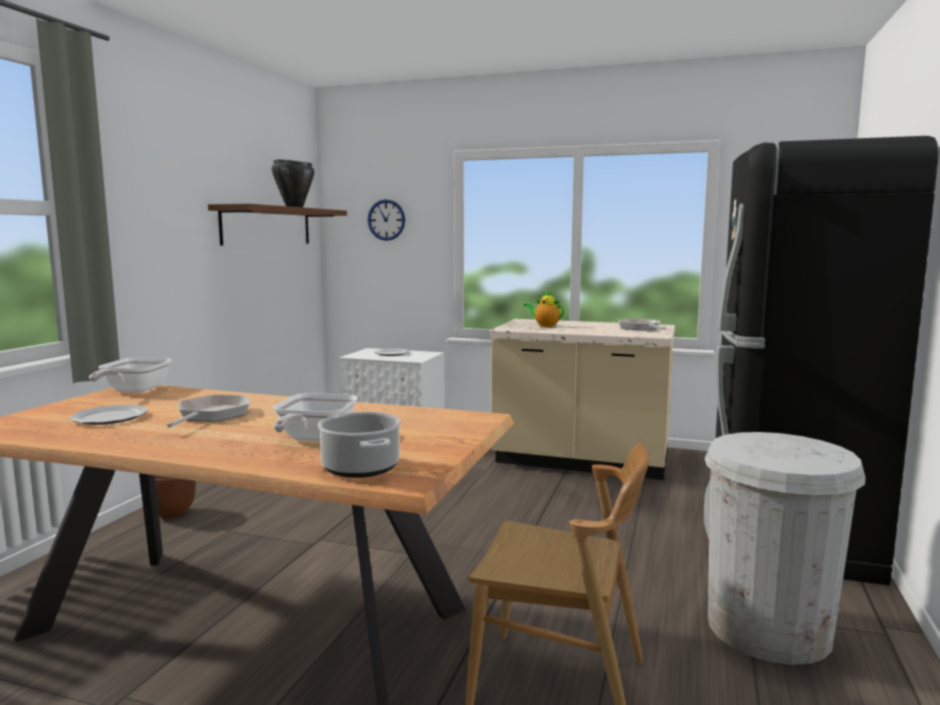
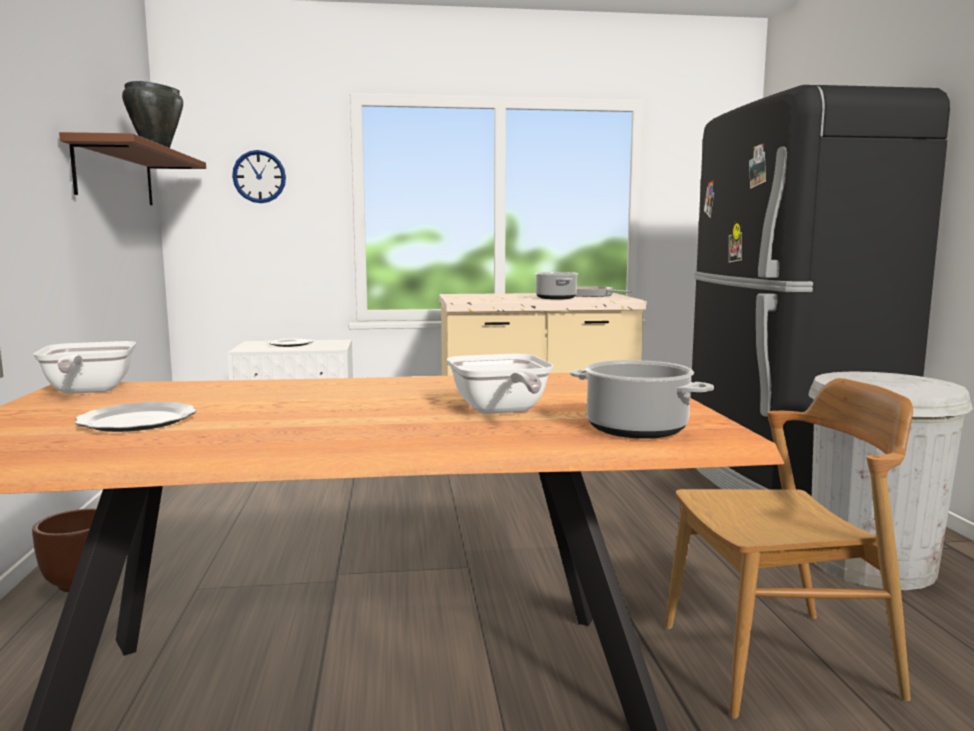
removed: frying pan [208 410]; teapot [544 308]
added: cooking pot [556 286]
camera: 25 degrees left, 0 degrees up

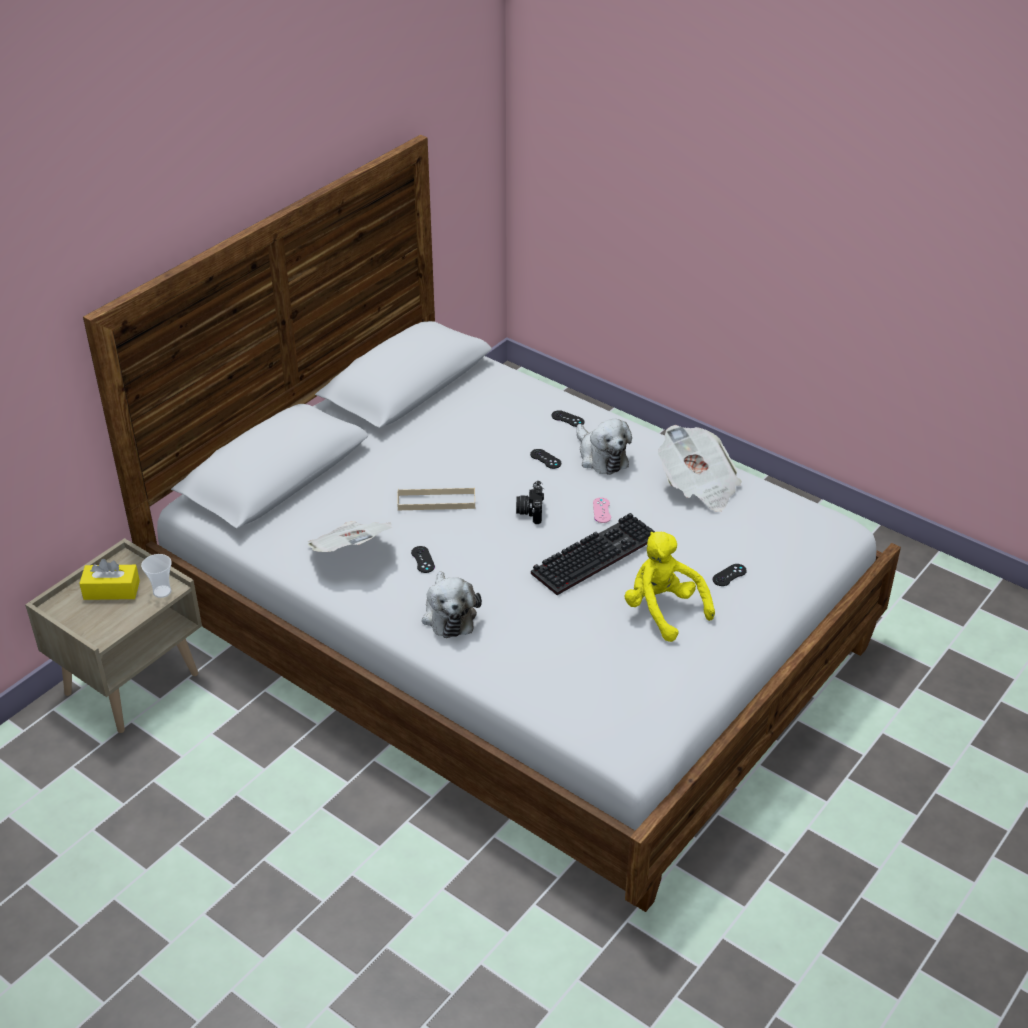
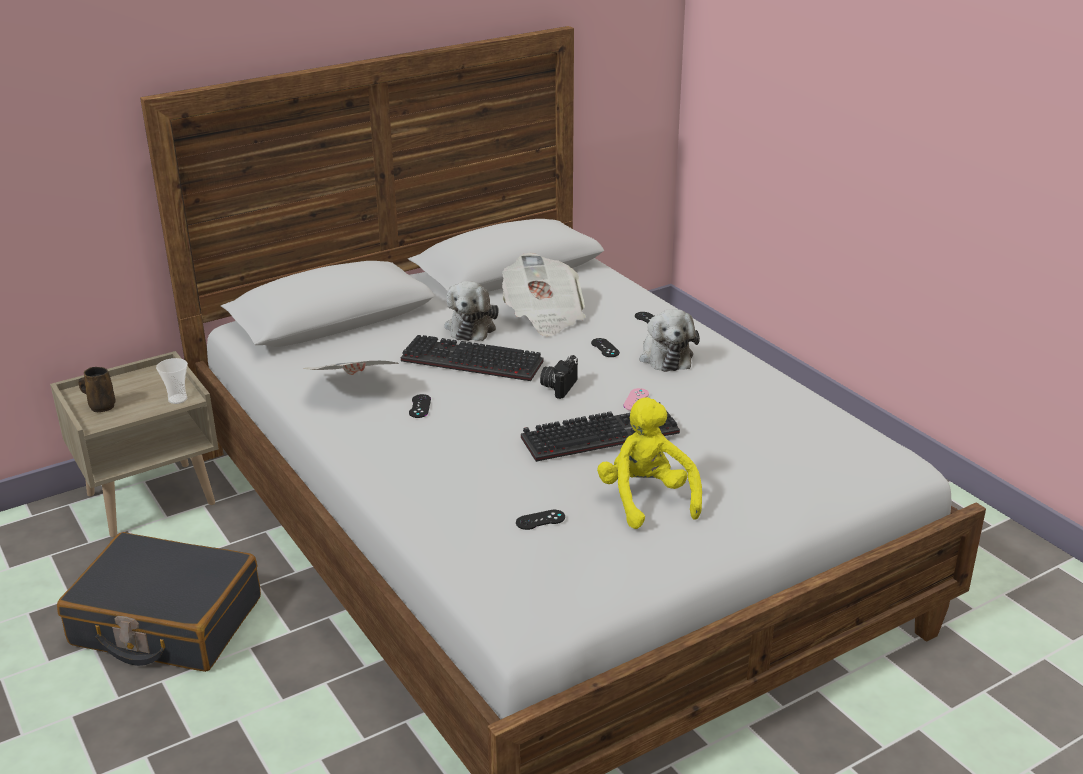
removed: tissue box (yellow) [109 579]
added: suitcase (black) [159 602]; mug (brown) [96 389]
moved: plush toy [452 604] to [471 311]; newspaper [700 468] to [543 295]; game controller (black) [729 575] to [540 520]
replaced: tray (beige) [436 498] to keyboard [472 358]
camera: 20 degrees right, 10 degrees down

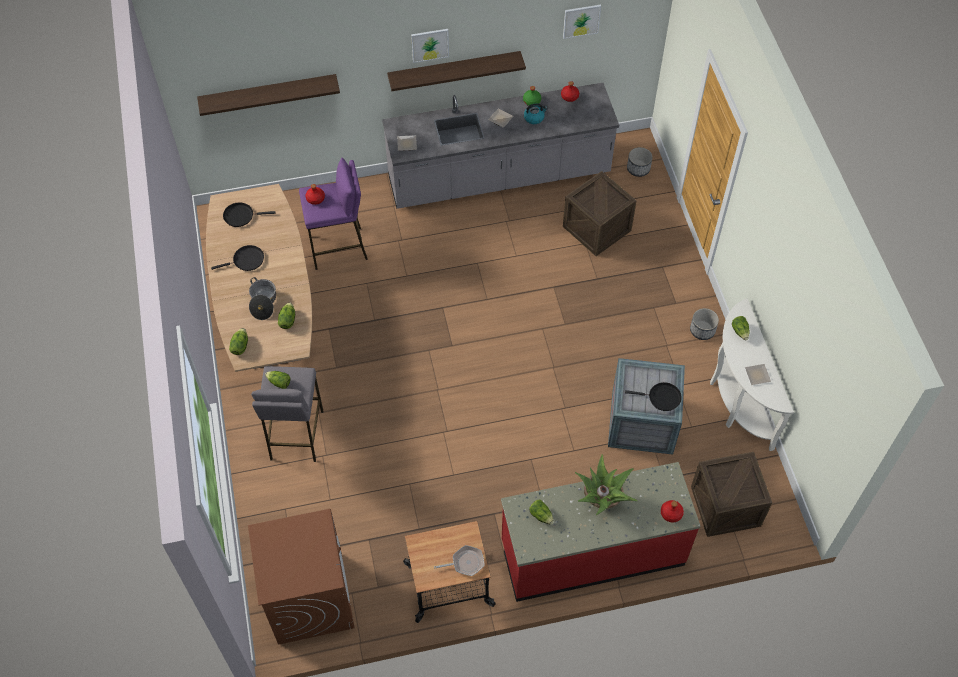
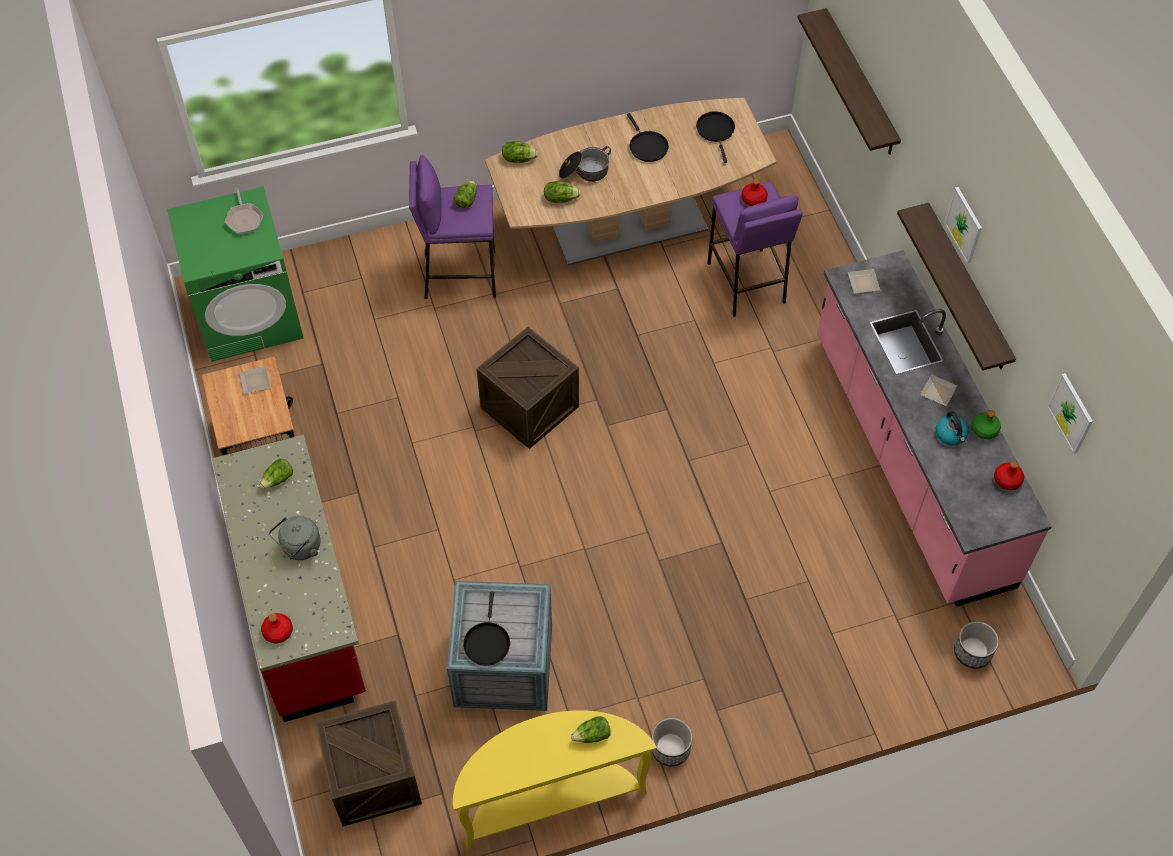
moved: frying pan [459 560] to [244 211]; plate [757 374] to [255 380]; crate [600 213] to [527 388]
replaced: potted plant [606 484] to kettle (grey) [295 538]
recoloured: washing machine (brown) [301 577] to washing machine (green) [235 274]; stool (grey) [287 414] to stool (purple) [452 227]; console table (white) [752 375] to console table (yellow) [555 779]; counter (grey) [500 146] to counter (pink) [934 428]
camera: 85 degrees right, 0 degrees up

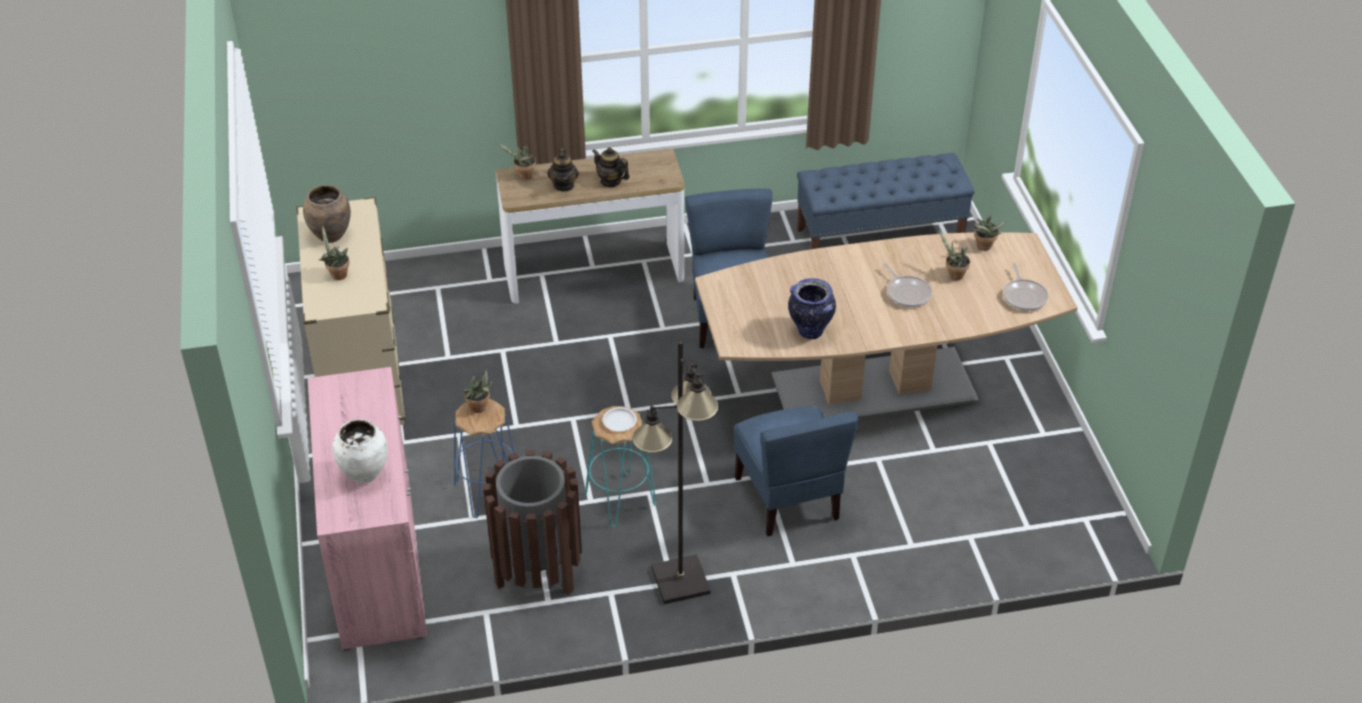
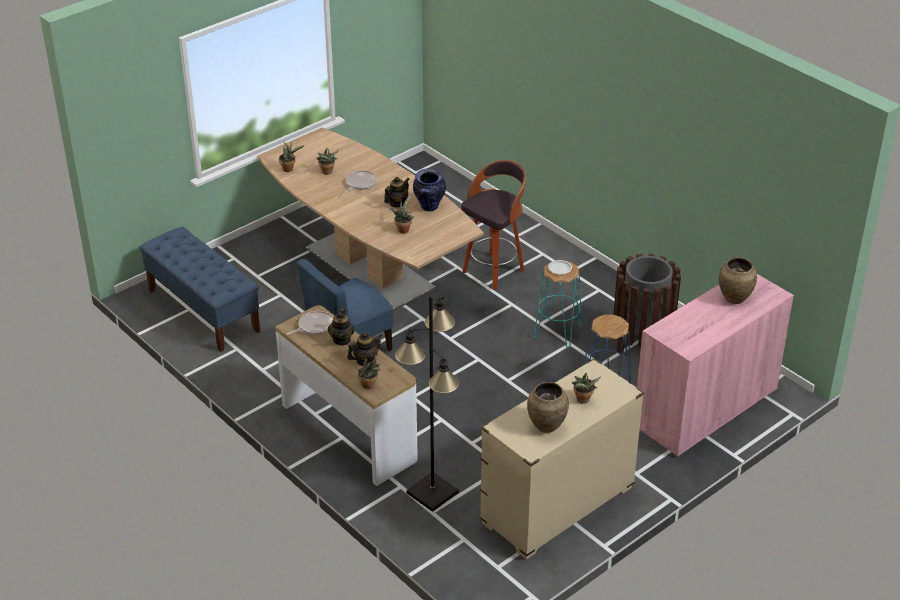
added: teapot [396 192]
moved: frying pan [1026 287] to [309 323]; potted plant [478 391] to [402 214]; floor lamp (black) [676 472] to [427 403]
replaced: chair (blue) [796 471] to stool [493 225]
recoloured: vase (white) [360 451] to vase (brown) [738 280]
camera: 120 degrees left, 5 degrees down

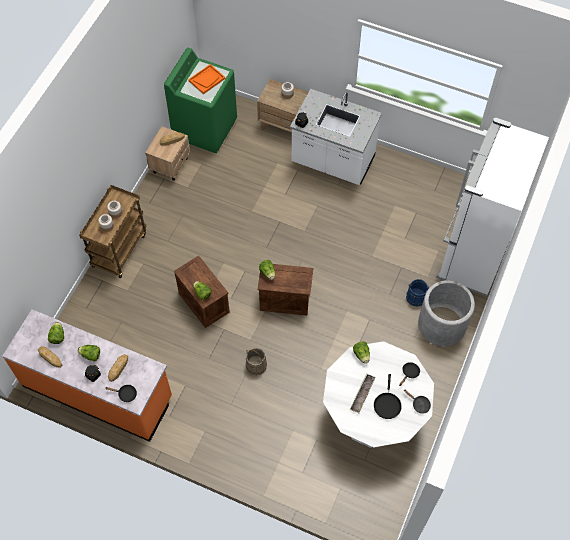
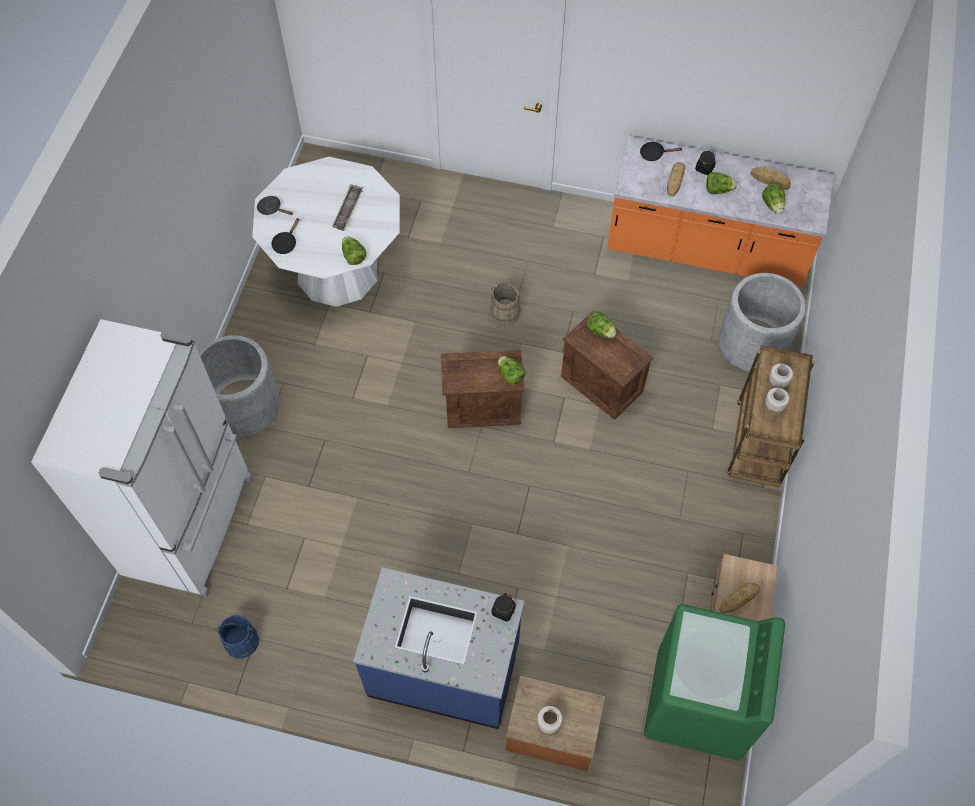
removed: tray (orange) [206 79]; frying pan (black) [388 396]
added: planter (grey) [762 322]
moved: bucket (blue) [418 292] to [237 636]
recoloured: counter (white) [336 137] to counter (blue) [438 648]
camera: 170 degrees right, 0 degrees up

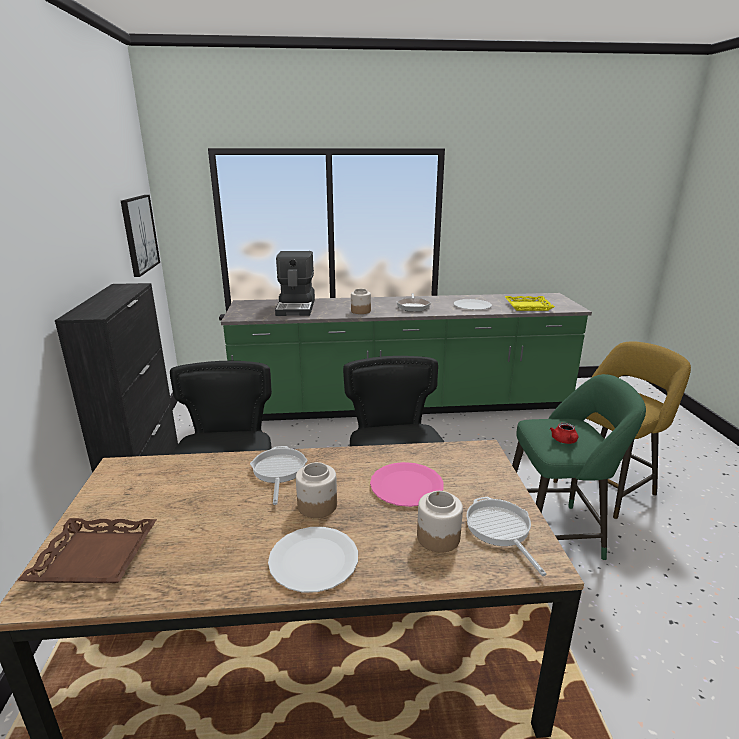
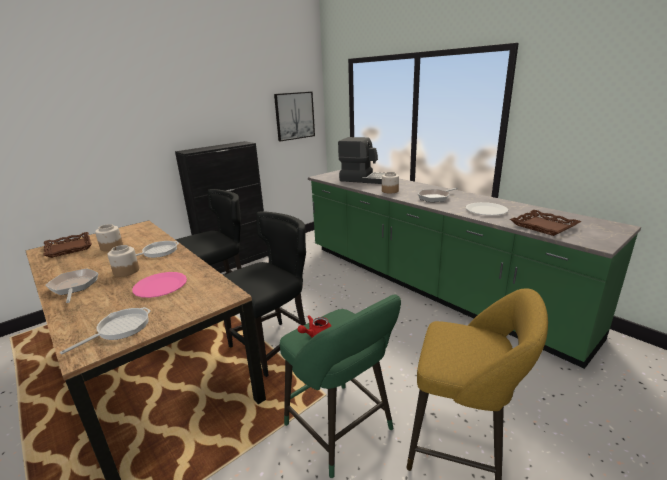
moved: jar [440 522] to [109 237]
replaced: plate (white) [313 559] to frying pan [72 286]
recoloured: tray (yellow) [530 303] to tray (brown) [545 223]
turned: coffee machine [295 283] = [361 160] 120 degrees counterclockwise
camera: 55 degrees right, 0 degrees up

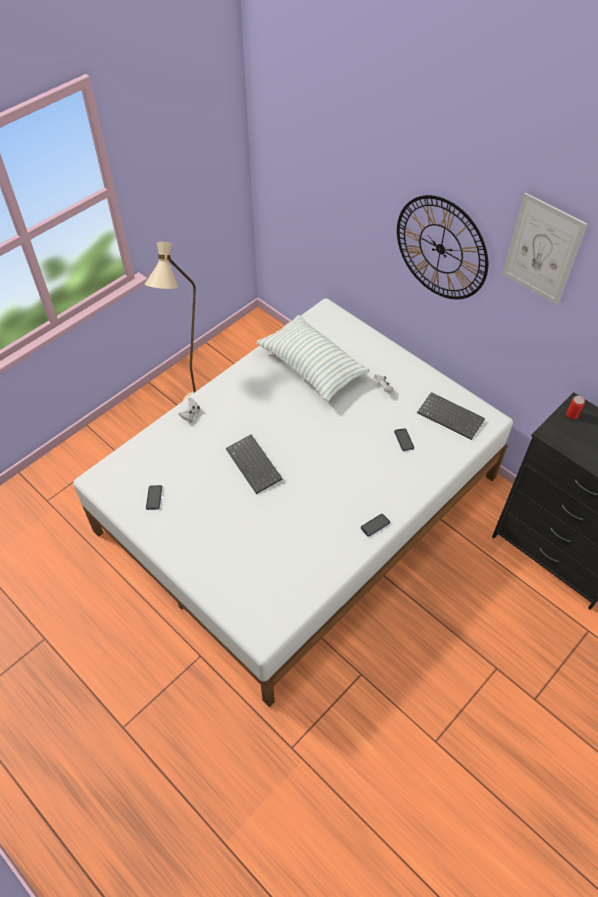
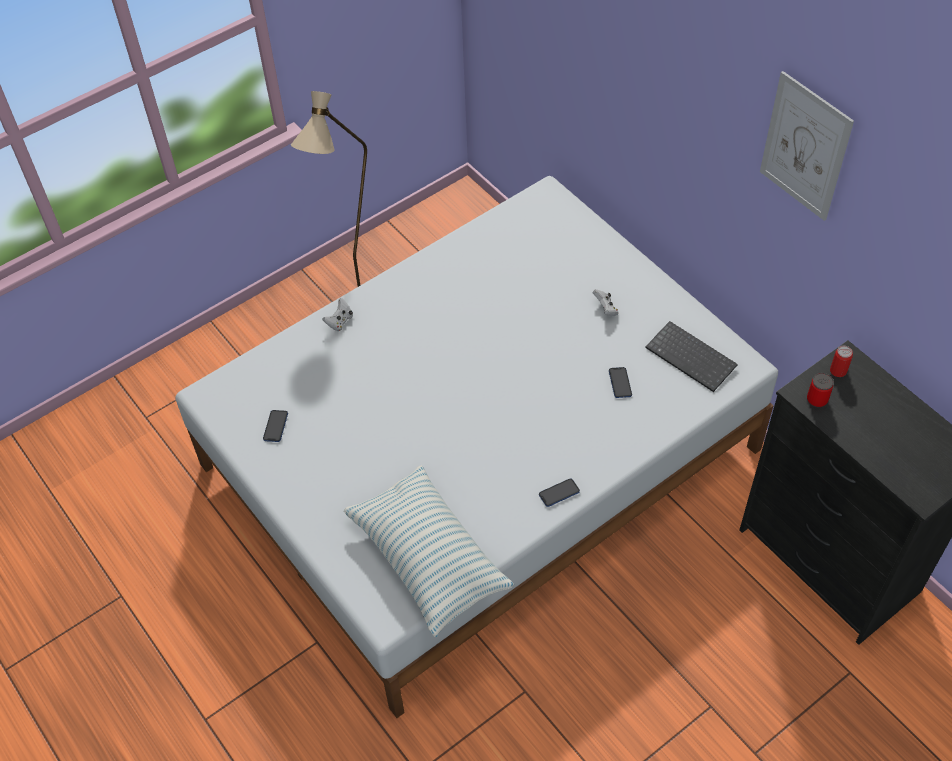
removed: keyboard [254 464]; wall clock [442 247]
added: can [820 390]
moved: pillow [313 358] to [429 551]
camera: 10 degrees right, 0 degrees up

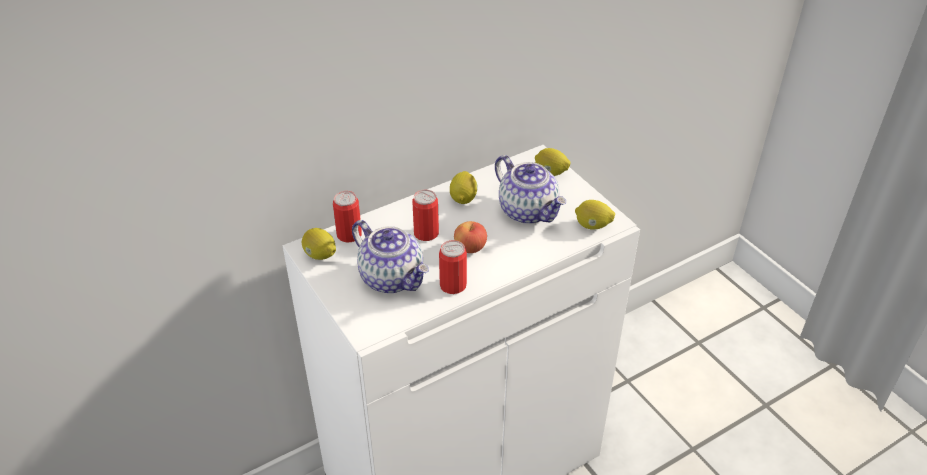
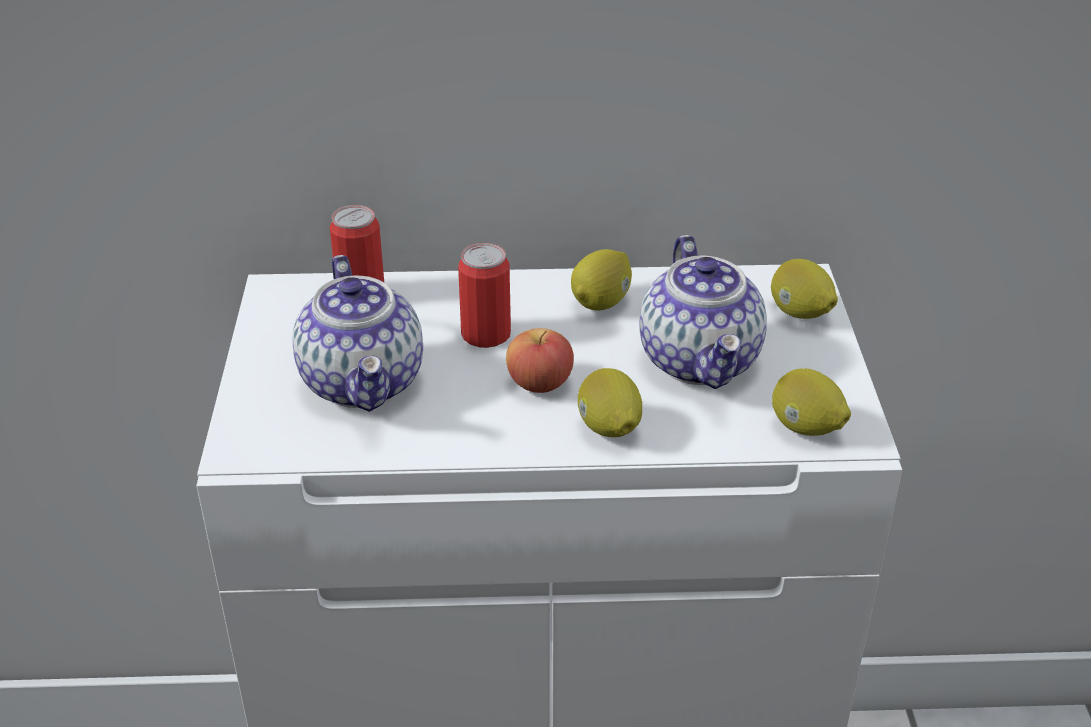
removed: can [453 267]
moved: lemon [319 244] to [610 402]
camera: 30 degrees right, 5 degrees down

